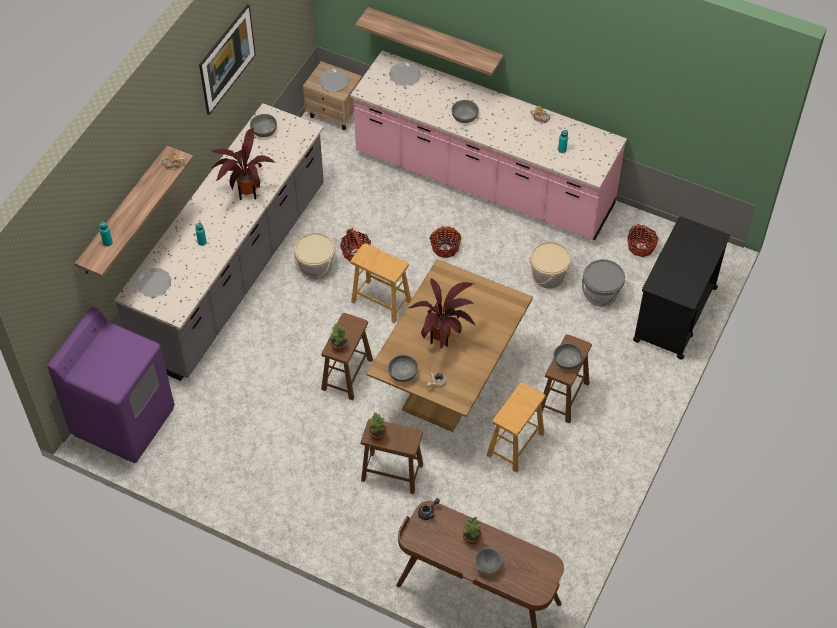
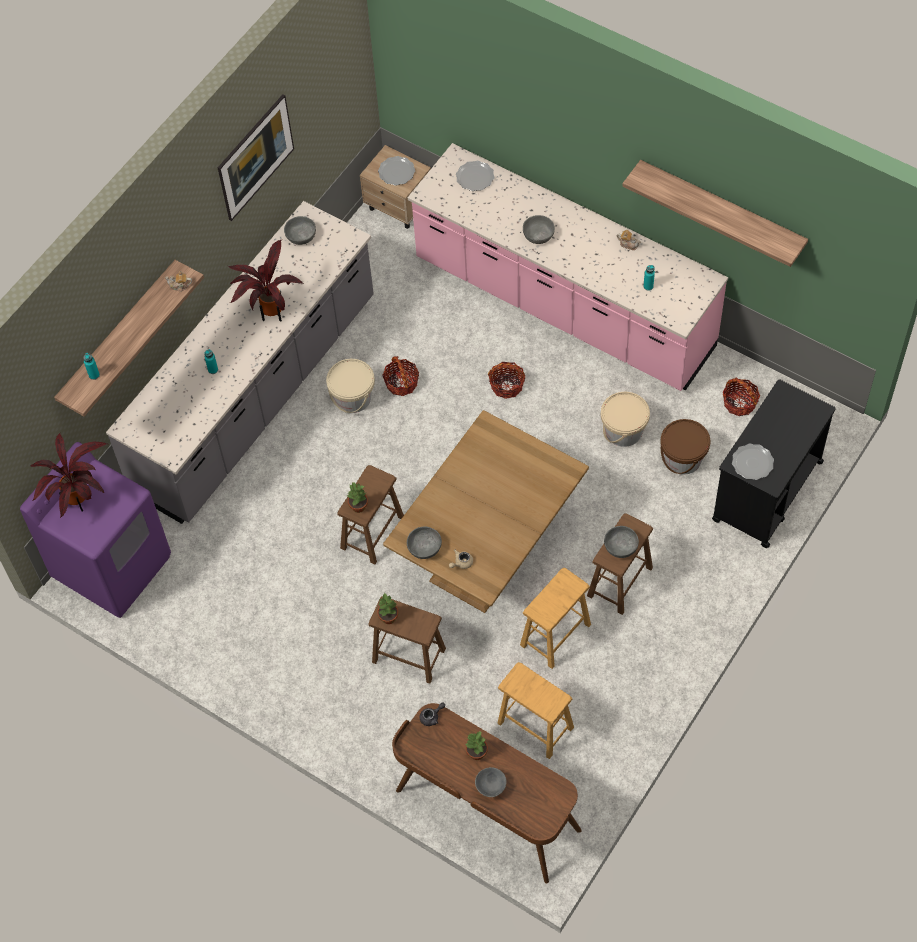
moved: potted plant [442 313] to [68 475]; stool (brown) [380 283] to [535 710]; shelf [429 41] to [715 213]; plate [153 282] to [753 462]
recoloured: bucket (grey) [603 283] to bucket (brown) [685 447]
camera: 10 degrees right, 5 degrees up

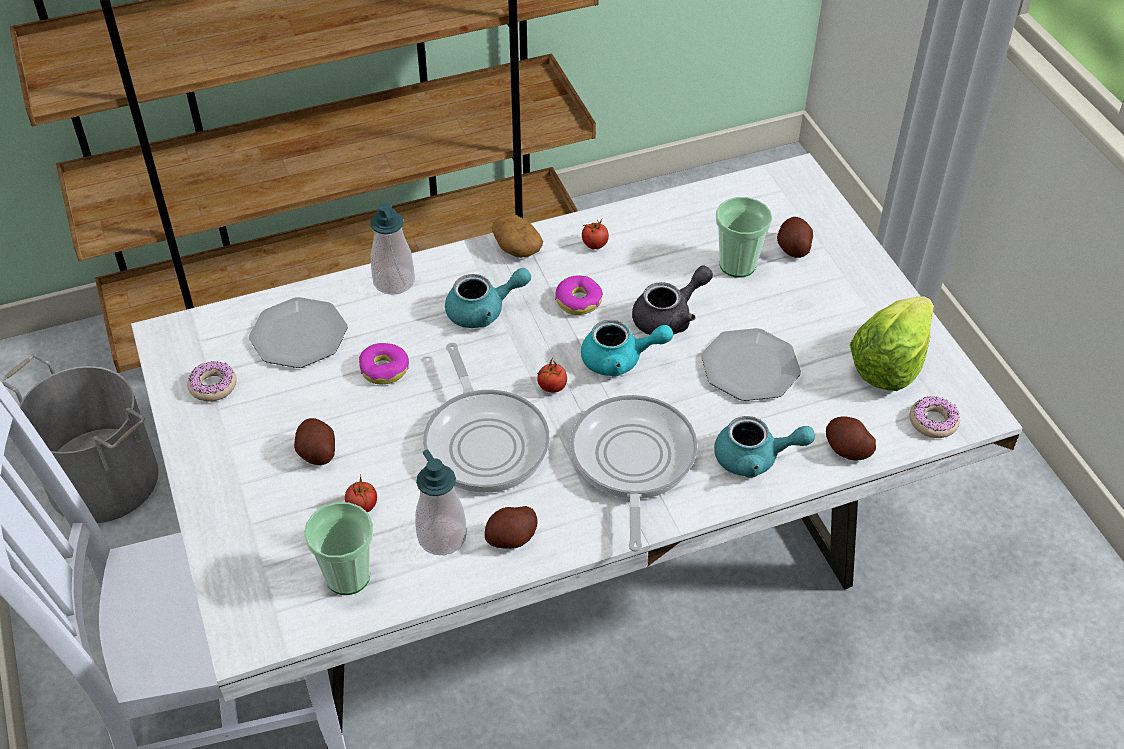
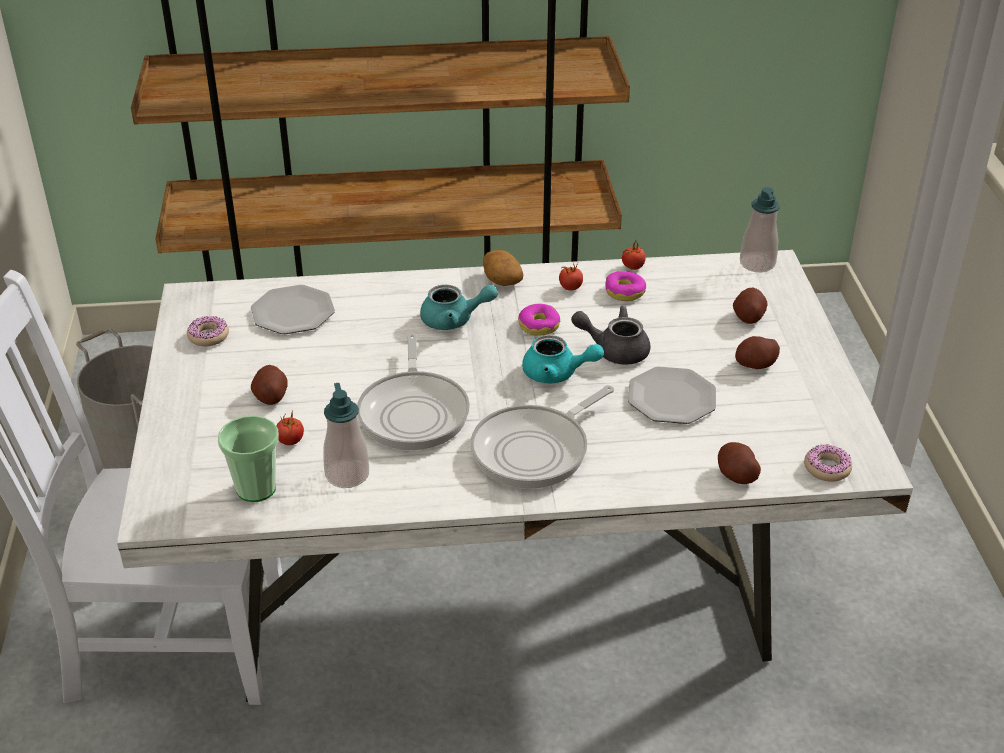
removed: teapot (turquoise) [765 447]; cup [744 237]; lettuce [892 343]
moved: donut [384 363] to [625 286]; tomato [552 375] to [634 255]; potato [511 527] to [757 352]; soap dispenser [392 248] to [760 230]
turned: frying pan [633 473] = [542 437] 150 degrees counterclockwise; teapot (grey) [672 300] = [610 335] 150 degrees counterclockwise
camera: 15 degrees right, 10 degrees down

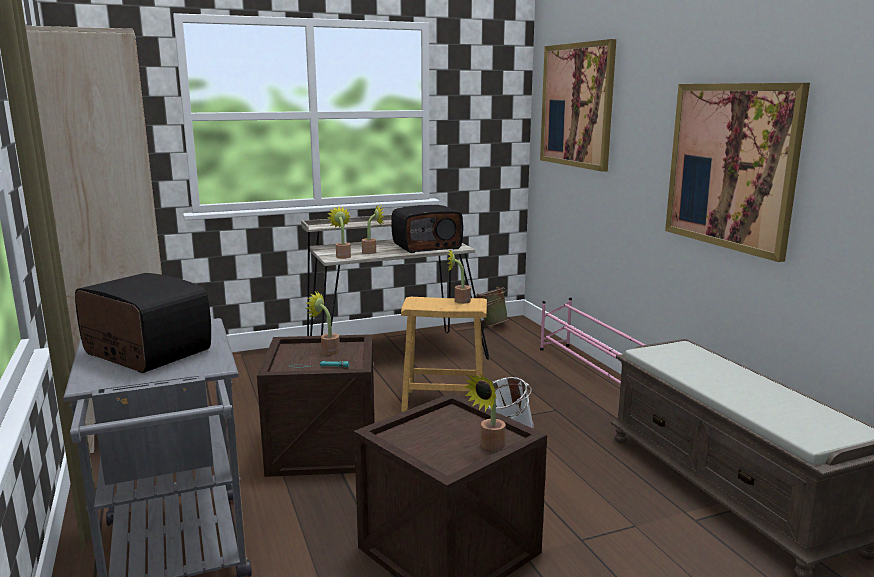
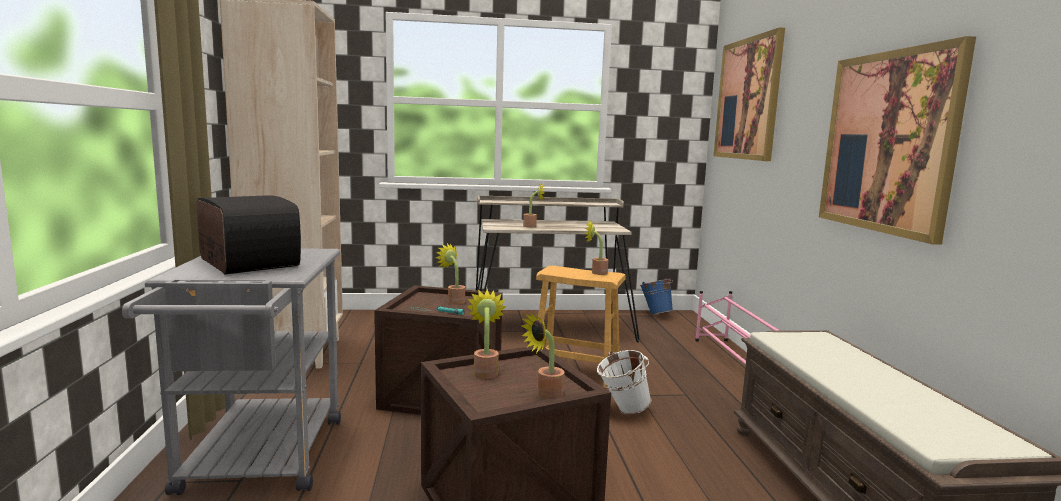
removed: radio [427 229]
moved: potted plant [339 232] to [486 334]
recoloured: bucket (green) [491 306] to bucket (blue) [656 296]
camera: 15 degrees right, 5 degrees down

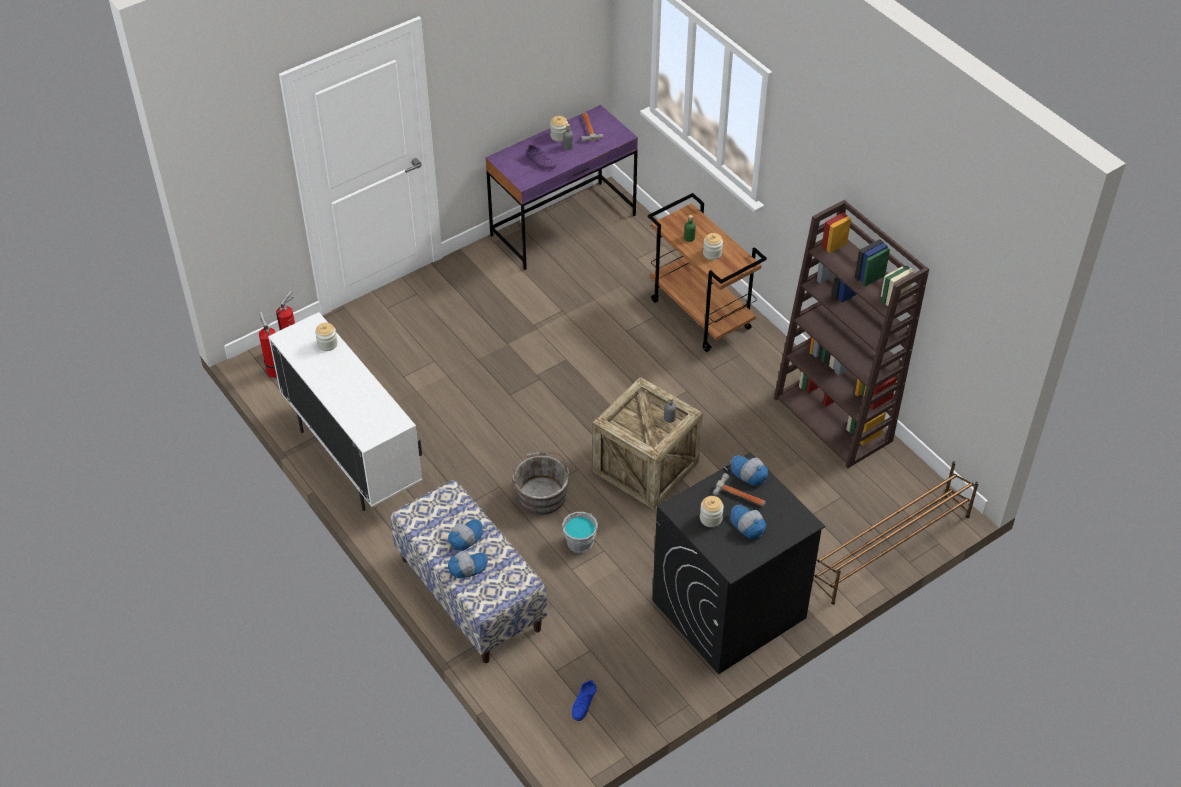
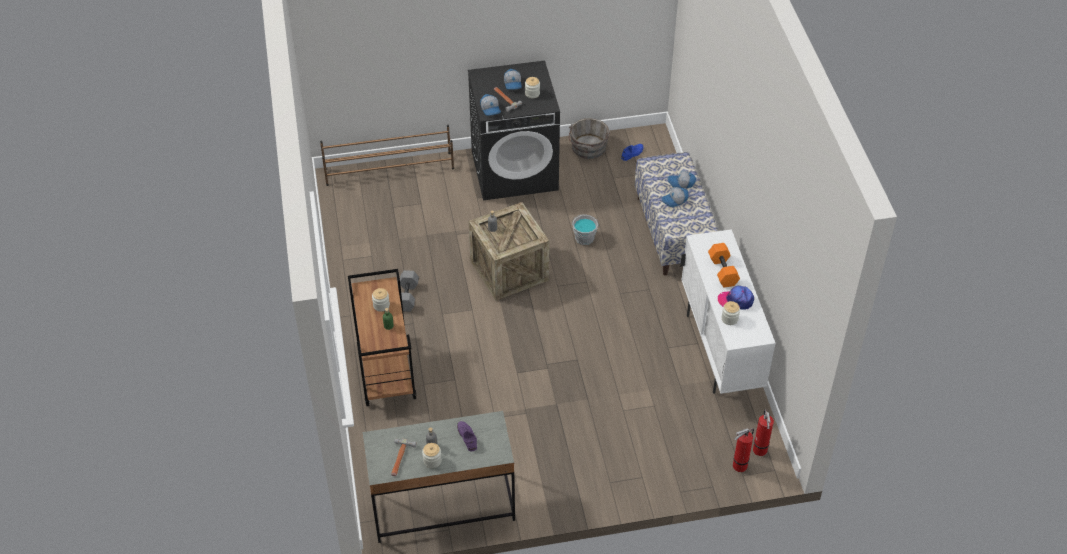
removed: bookcase (brown) [851 334]
added: dumbbell (grey) [409 291]; dumbbell (orange) [724 265]; cap [736 298]
moved: bucket (grey) [541 483] to [589 138]
recoloured: desk (purple) [562 187] to desk (grey) [438 477]
camera: 155 degrees left, 0 degrees up

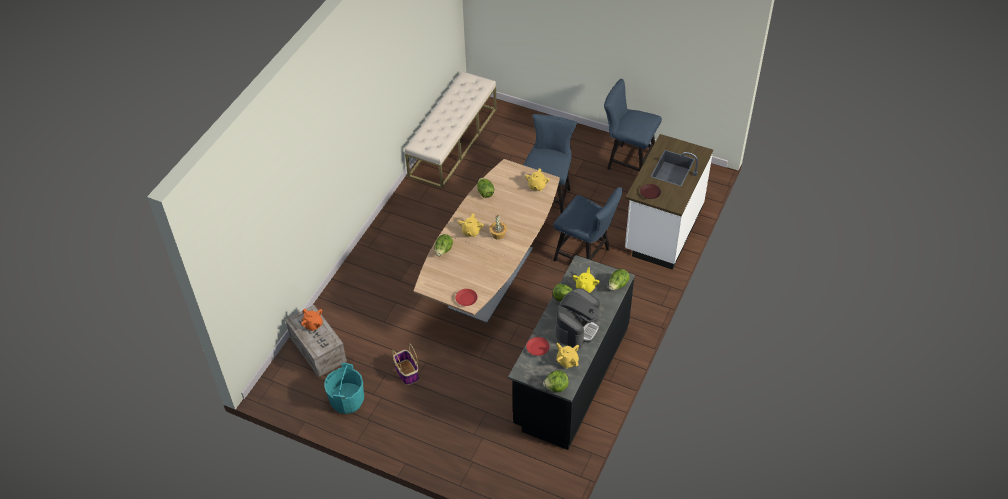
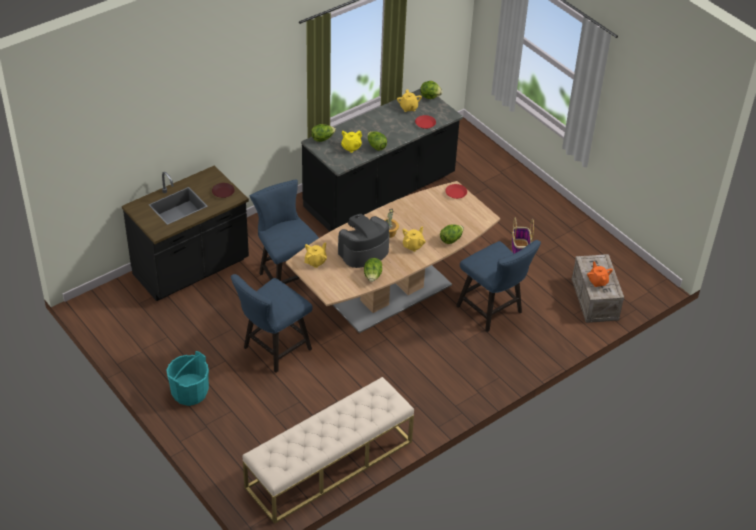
moved: bucket (turquoise) [344 388] to [188 378]; coffee machine [578 318] to [364 241]; chair (blue) [633 125] to [498 286]
recoloured: counter (white) [669 202] to counter (black) [185 233]
camera: 155 degrees left, 5 degrees down

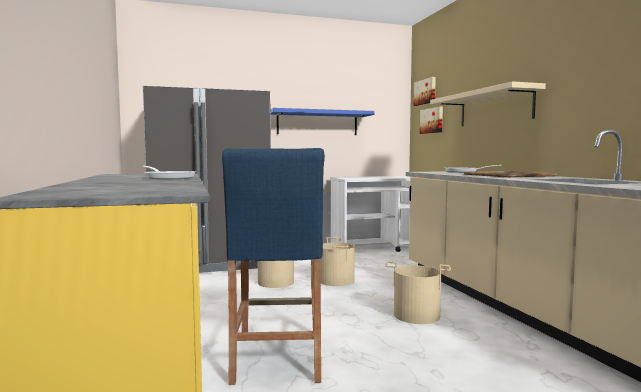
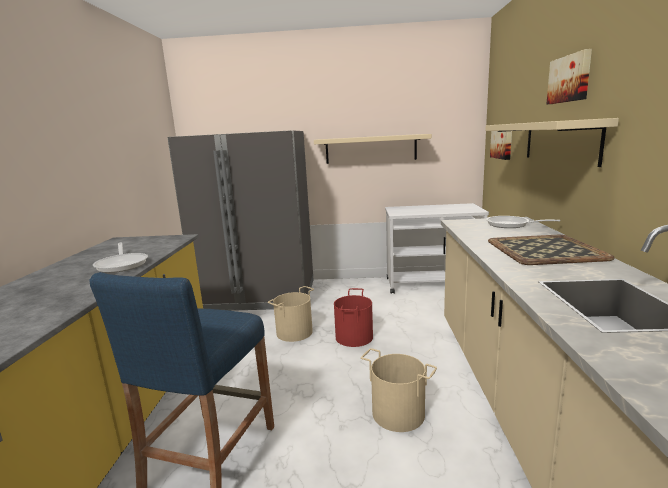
moved: picture [424 91] to [569 76]
recoloured: shelf (blue) [323 121] to shelf (beige) [373 149]; bucket (beige) [338 261] to bucket (red) [353 317]
camera: 20 degrees right, 10 degrees up

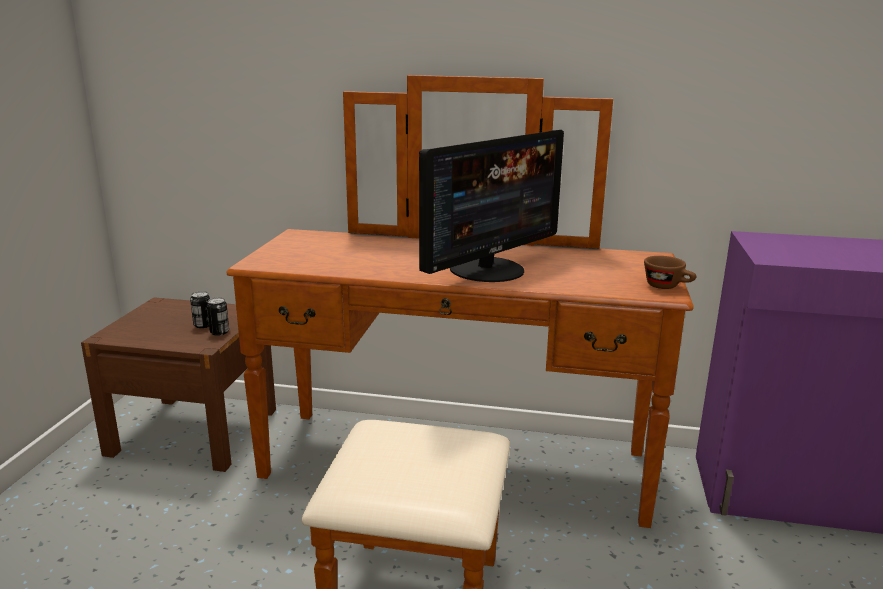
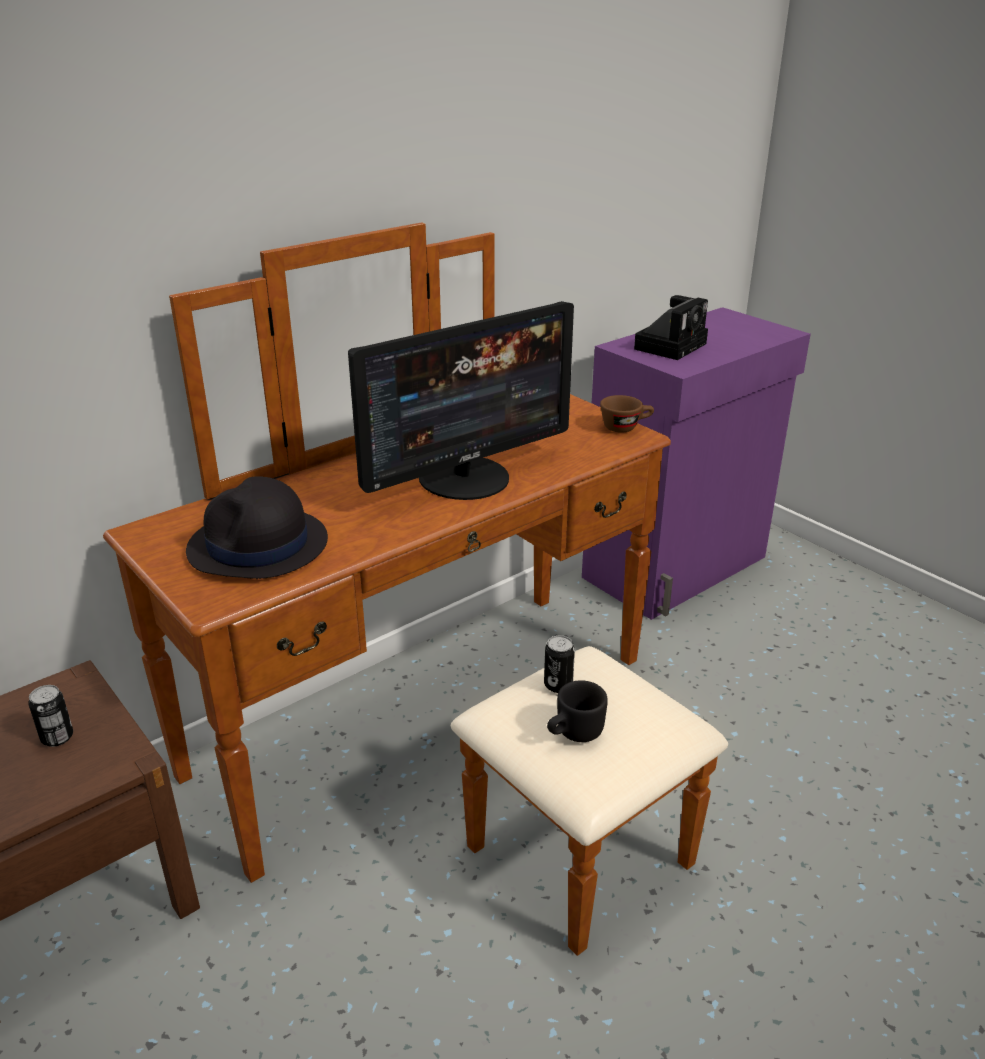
added: hat (black) [257 527]; mug (black) [577 711]; photo camera [671 327]
moved: can [218 316] to [559 664]
turned: monitor [491 206] = [461 400] 60 degrees clockwise
camera: 50 degrees left, 10 degrees up

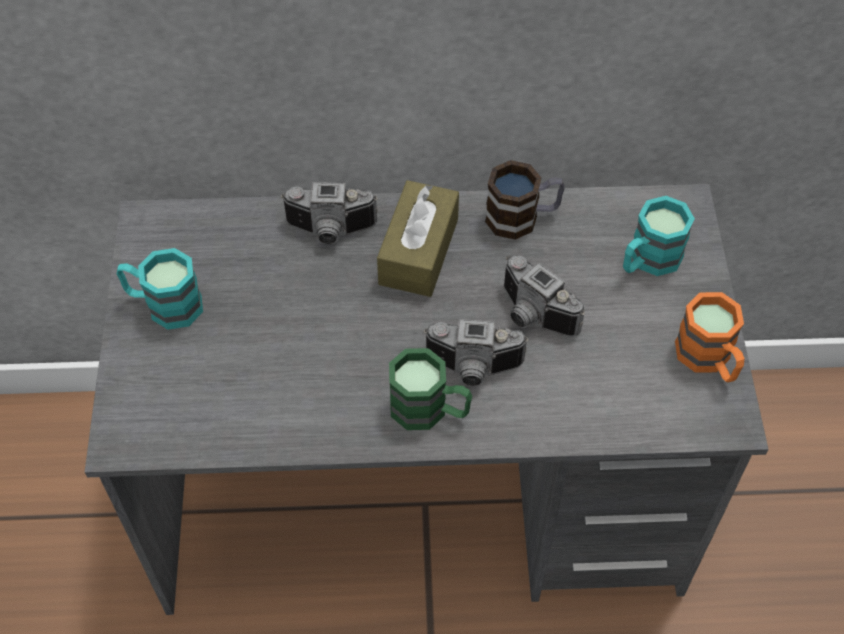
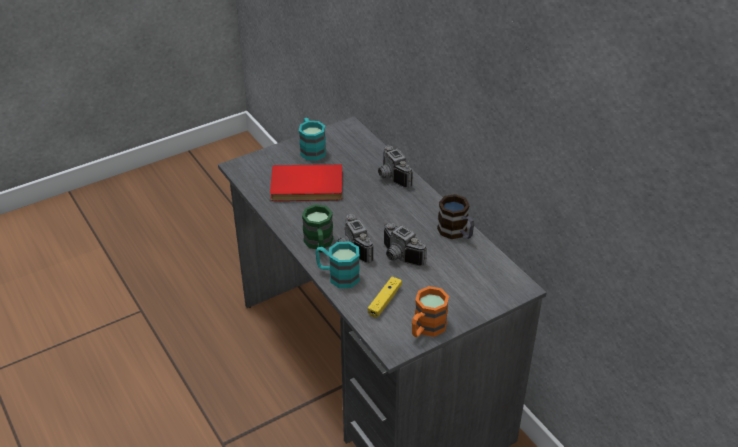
removed: tissue box (brown) [418 238]
added: book (red) [306 183]; game controller (yellow) [385 297]
moved: mug (turquoise) [659 236] to [337 264]
turned: photo camera [544 296] = [405 244] 60 degrees counterclockwise
camera: 60 degrees right, 15 degrees down

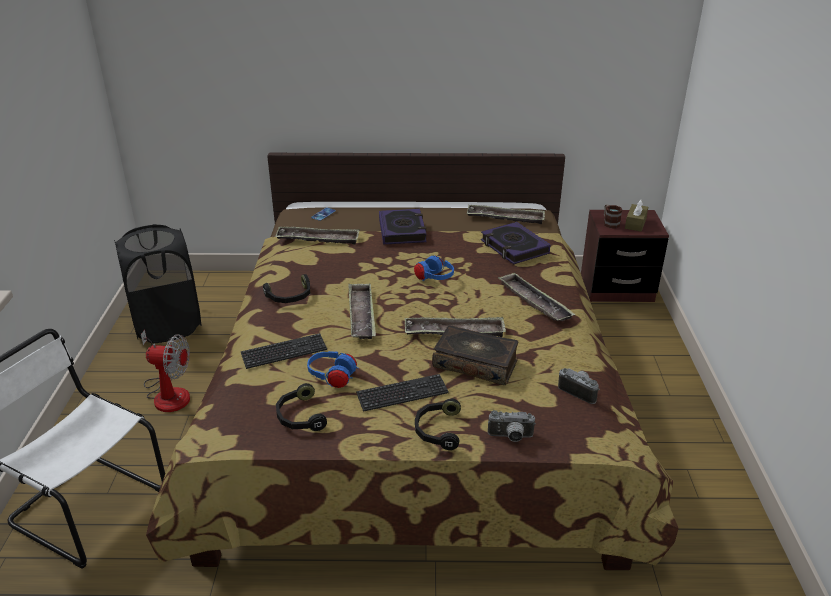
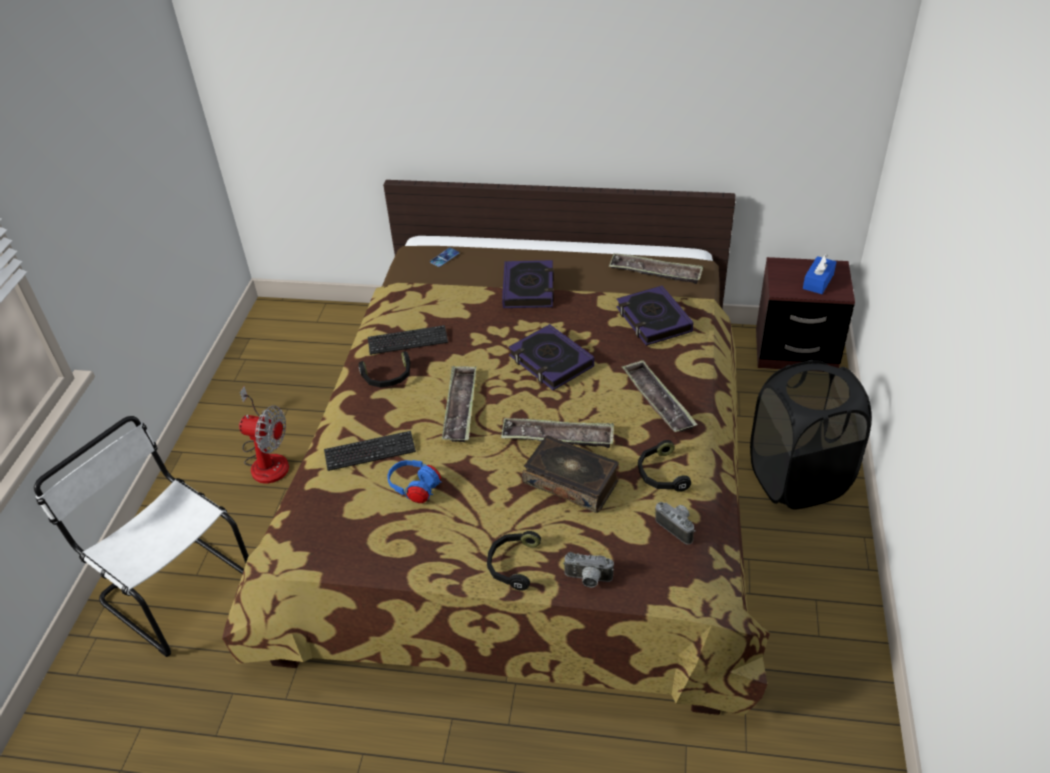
removed: tray [317 236]; mug [613 216]
moved: keyboard [402 393] to [408 340]; headphones (black) [301 407] to [664 466]; laundry basket (black) [157 283] to [810 435]
replaced: headphones (blue) [434 268] to book [551 357]
recoloured: tissue box (brown) [636 216] to tissue box (blue) [819 274]
camera: 10 degrees right, 10 degrees up

